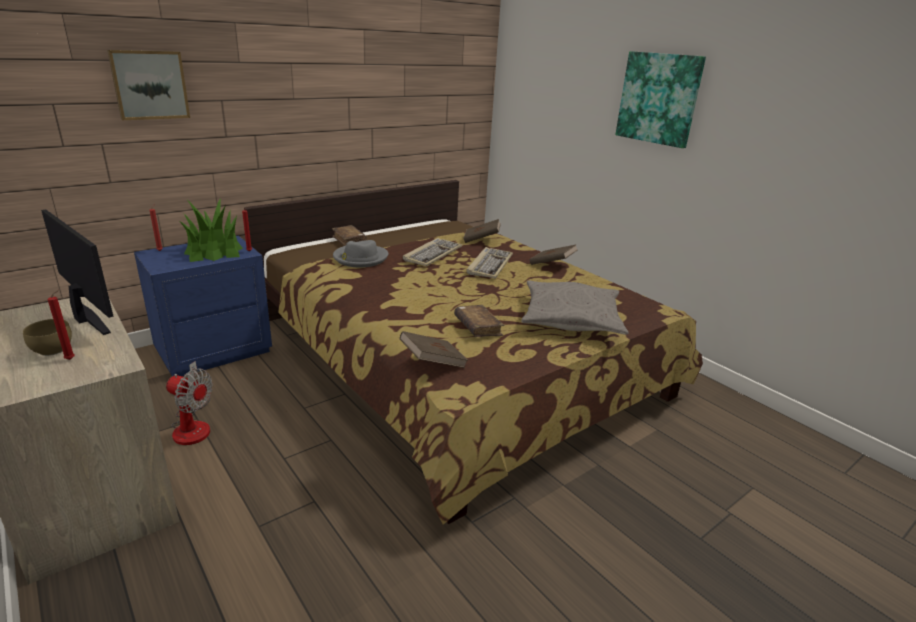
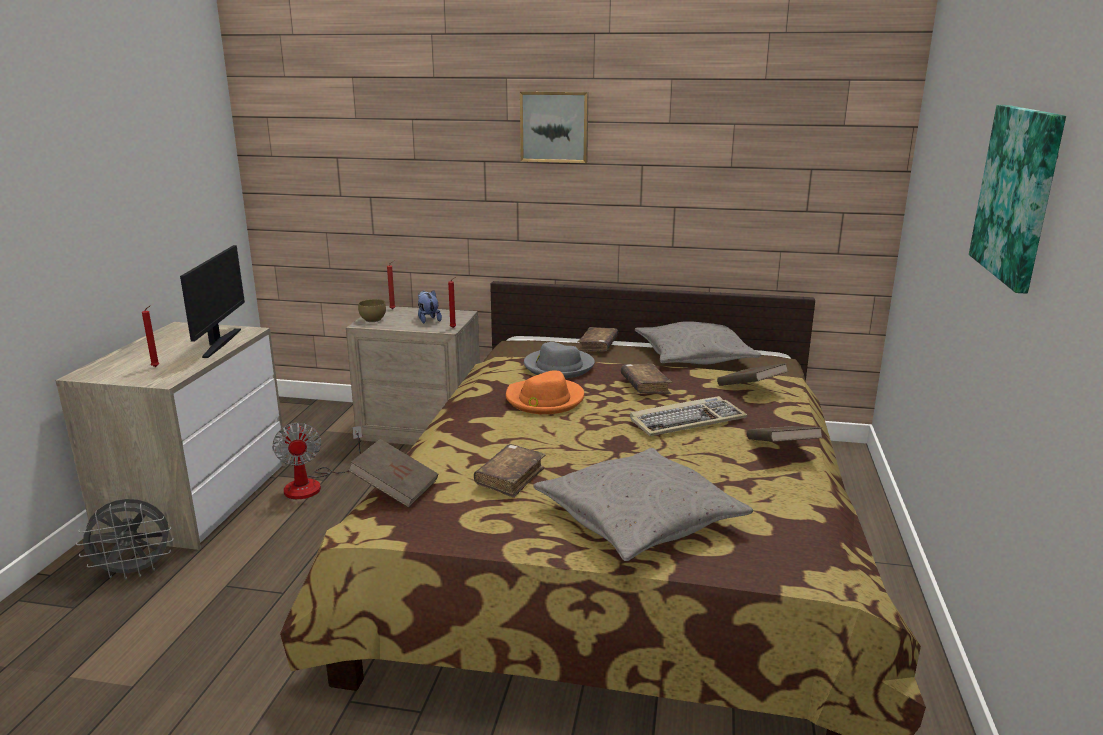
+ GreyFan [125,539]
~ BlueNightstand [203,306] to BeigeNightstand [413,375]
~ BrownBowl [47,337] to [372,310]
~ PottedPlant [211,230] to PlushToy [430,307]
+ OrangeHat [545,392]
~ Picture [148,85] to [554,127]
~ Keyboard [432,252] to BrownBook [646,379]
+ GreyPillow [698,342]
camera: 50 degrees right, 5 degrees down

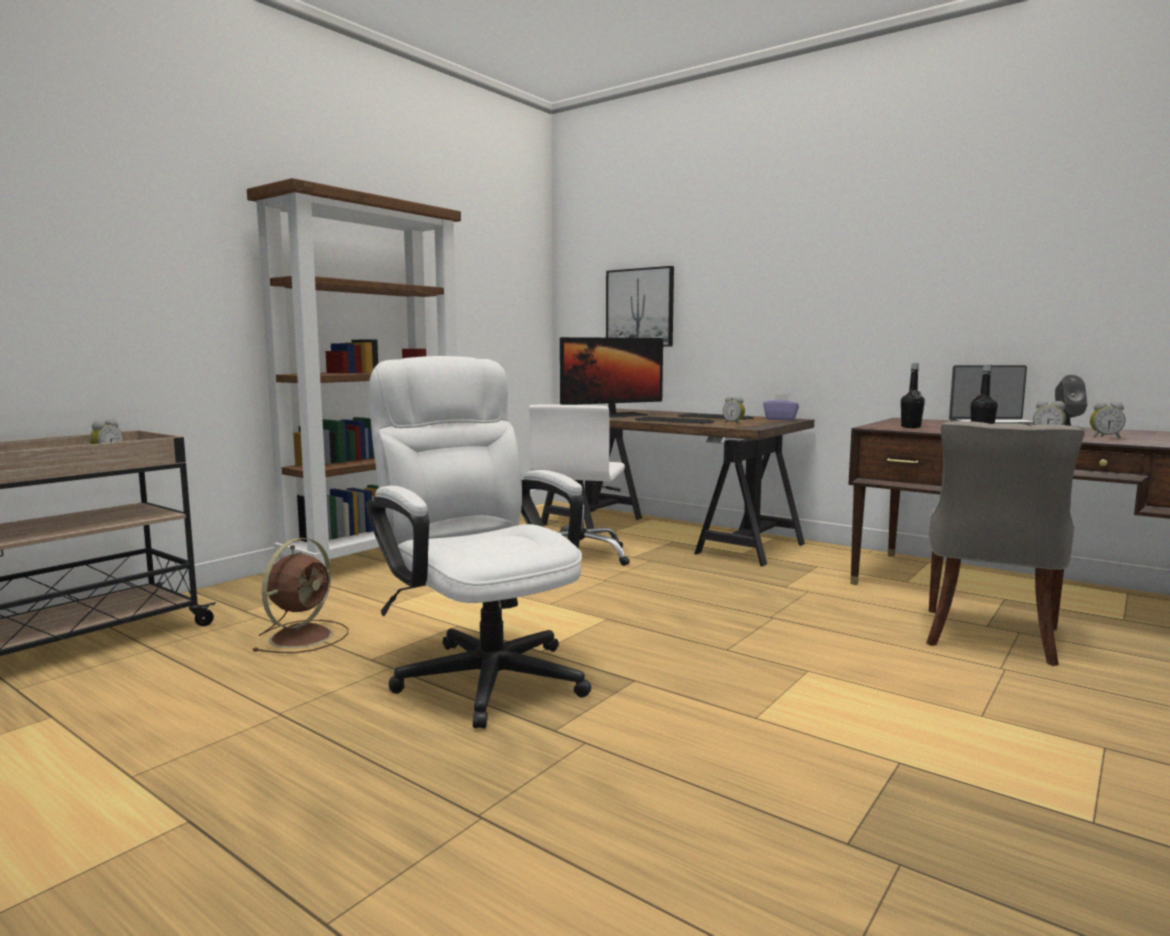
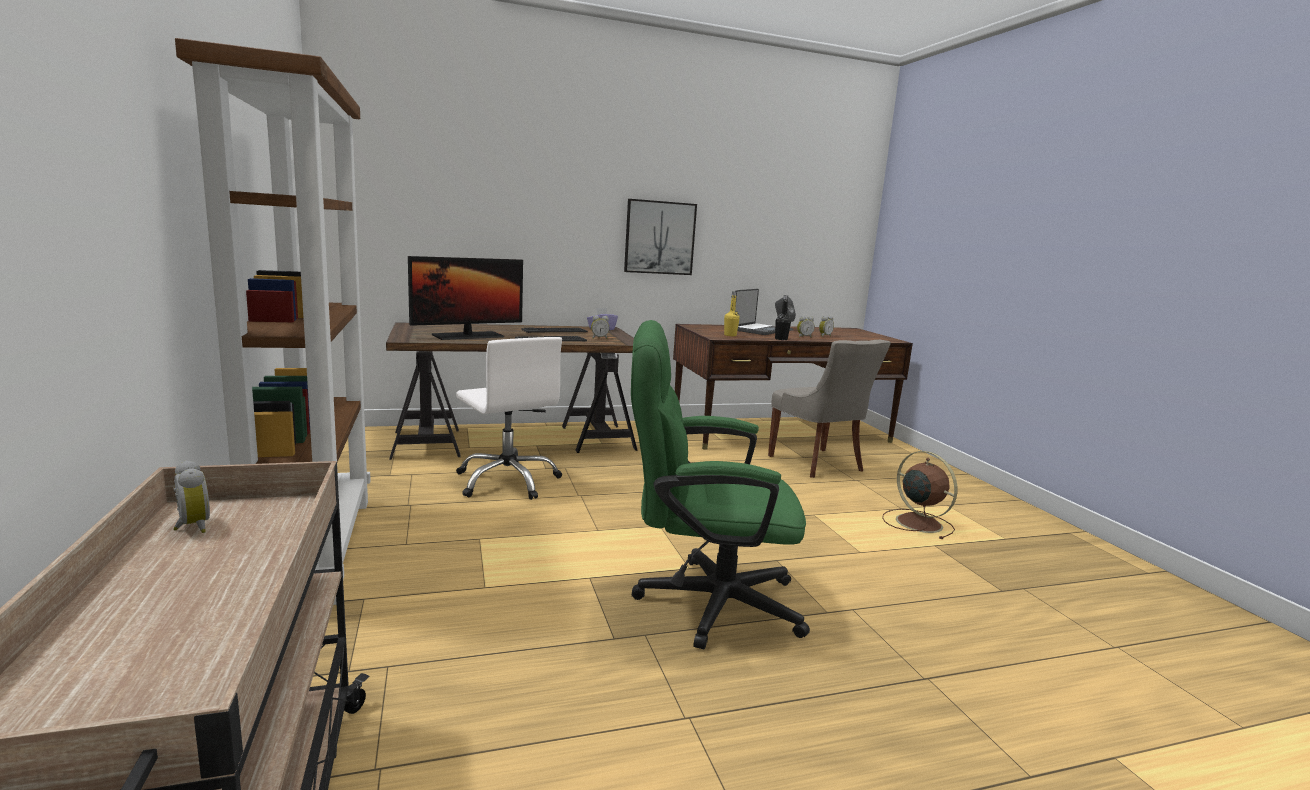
~ Monitor [611,377] = [465,298] 45 degrees clockwise
~ Picture [640,306] to [660,237]
~ WhiteOfficeChair [479,542] to GreenOfficeChair [720,485]
~ BlackBottle [913,395] to YellowBottle [732,313]
~ BrownFan [300,595] to [919,495]
camera: 55 degrees left, 5 degrees up

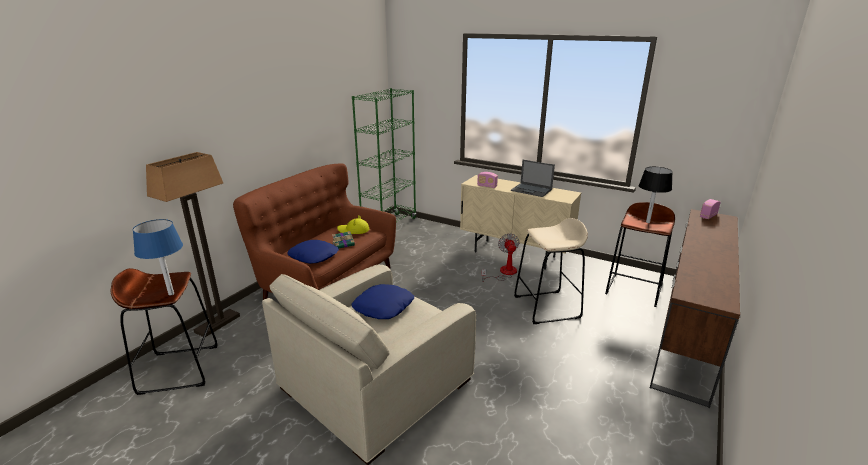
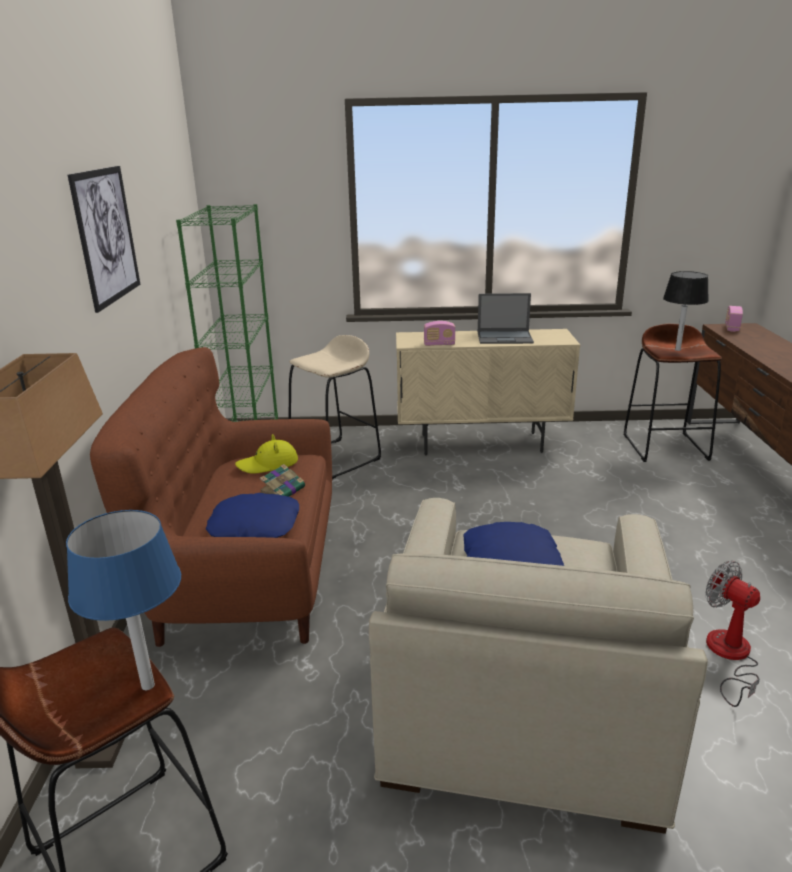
+ Picture [104,239]
~ BeigeStool [551,271] to [335,407]
~ Fan [500,257] to [733,634]
camera: 30 degrees left, 0 degrees up

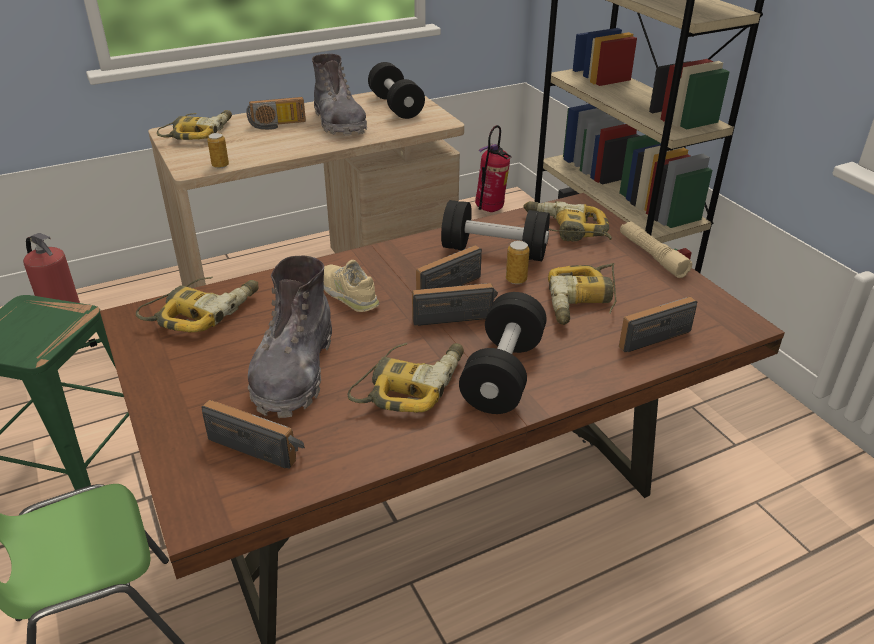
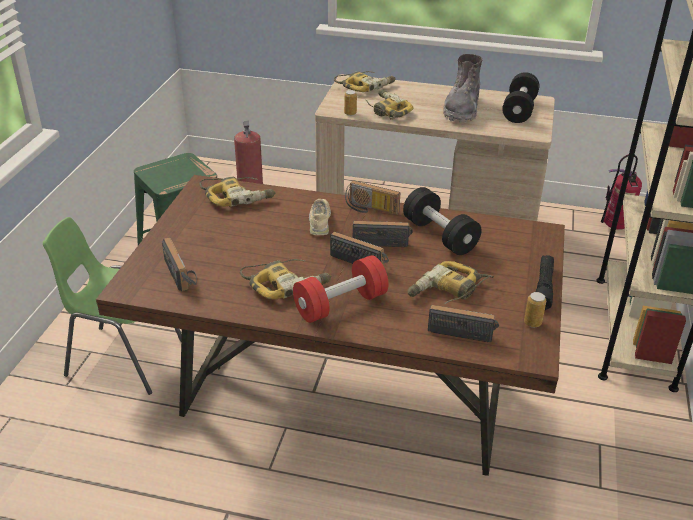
~ BlackDumbbell [503,353] to RedDumbbell [341,289]
~ Radio [276,113] to [372,197]
~ PowerDrill [567,221] to [389,104]
~ Can [518,262] to [535,309]
~ BeigeFlashlight [656,250] to BlackFlashlight [545,282]
- GreyBoot [290,337]
camera: 40 degrees right, 0 degrees up

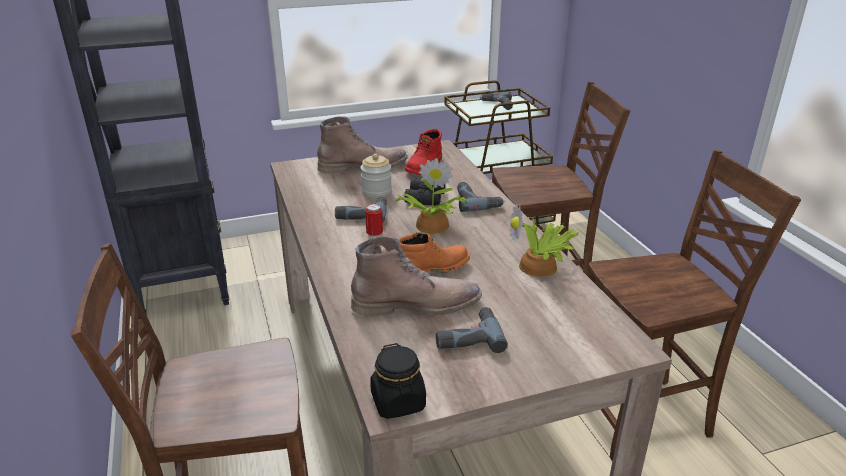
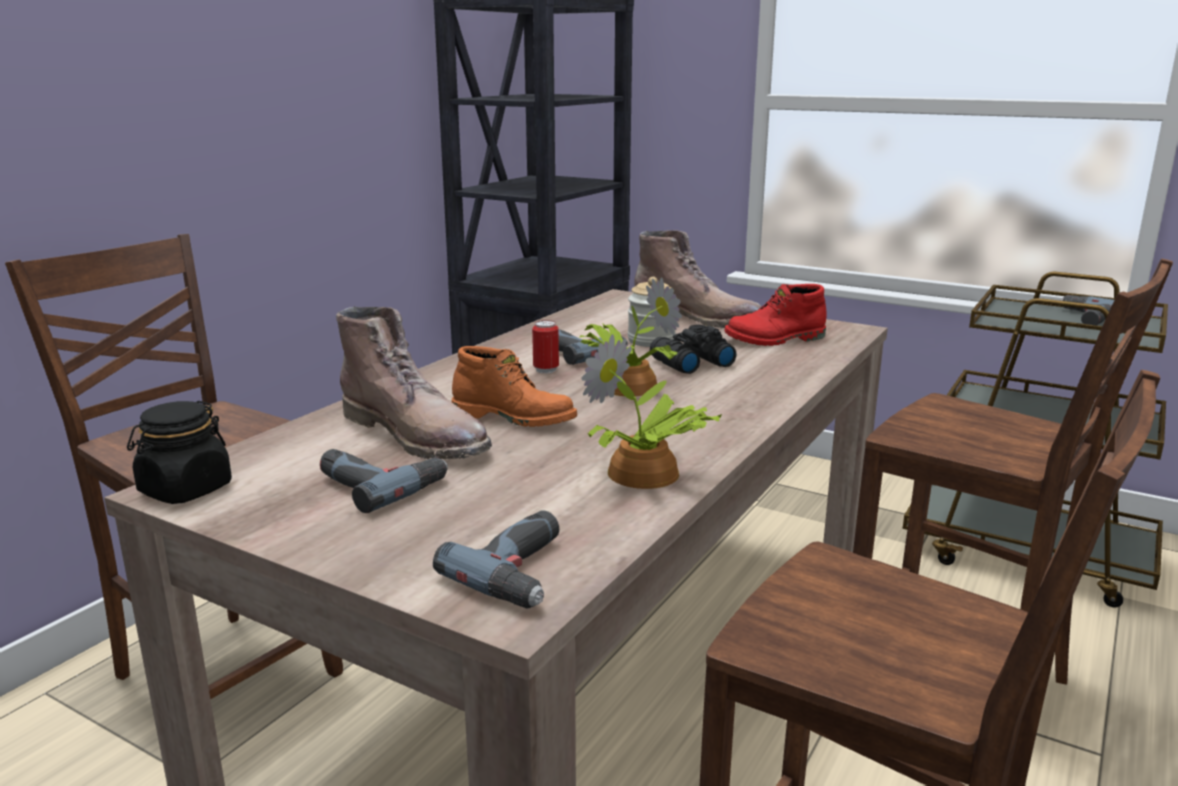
~ PowerDrill [481,197] to [496,559]
camera: 50 degrees right, 10 degrees down

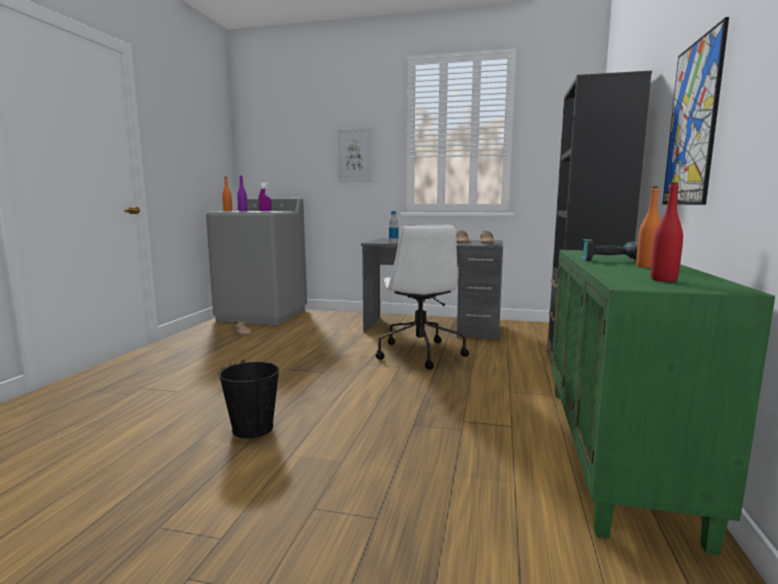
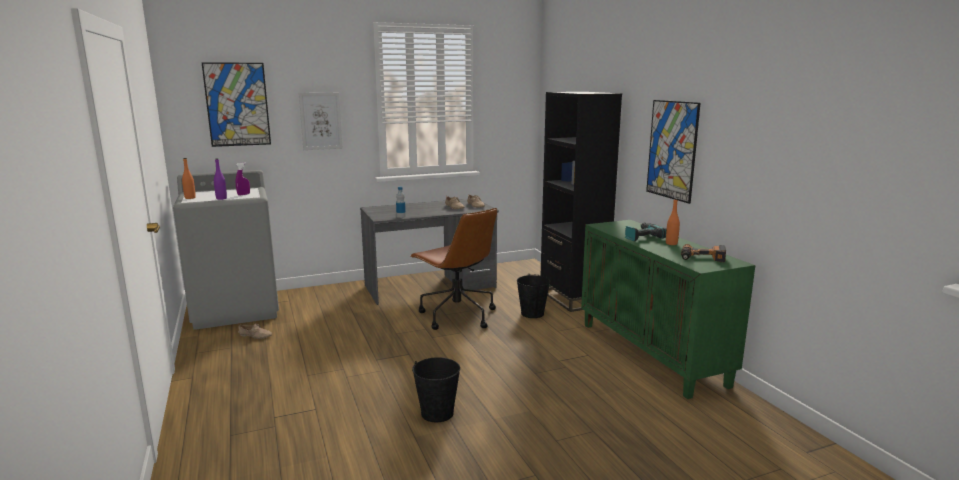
+ Picture [236,104]
~ WhiteOfficeChair [422,296] to BrownOfficeChair [453,269]
+ BlackBucket [534,295]
~ RedBottle [667,232] to PowerDrill [703,253]
camera: 35 degrees left, 5 degrees up

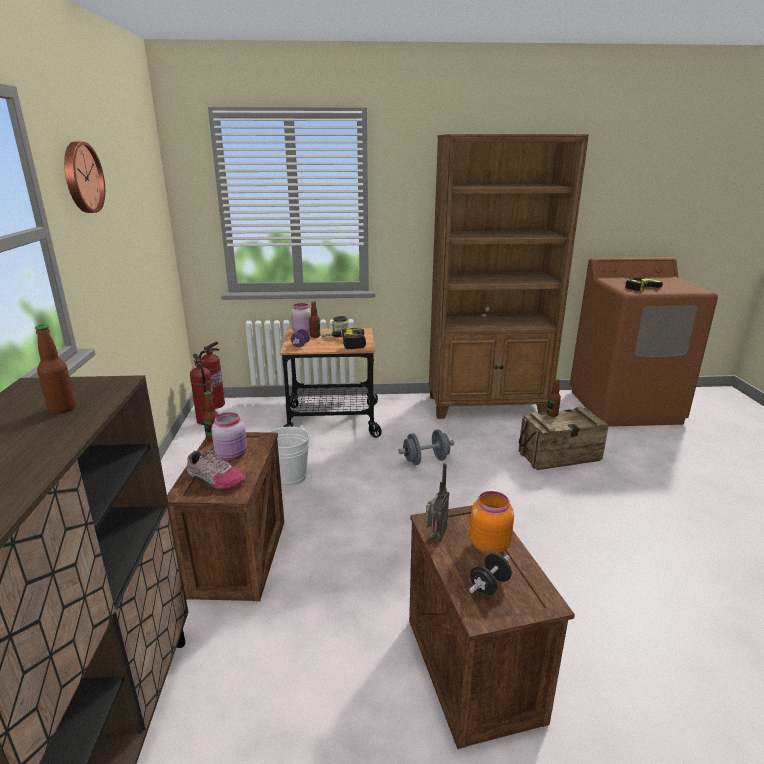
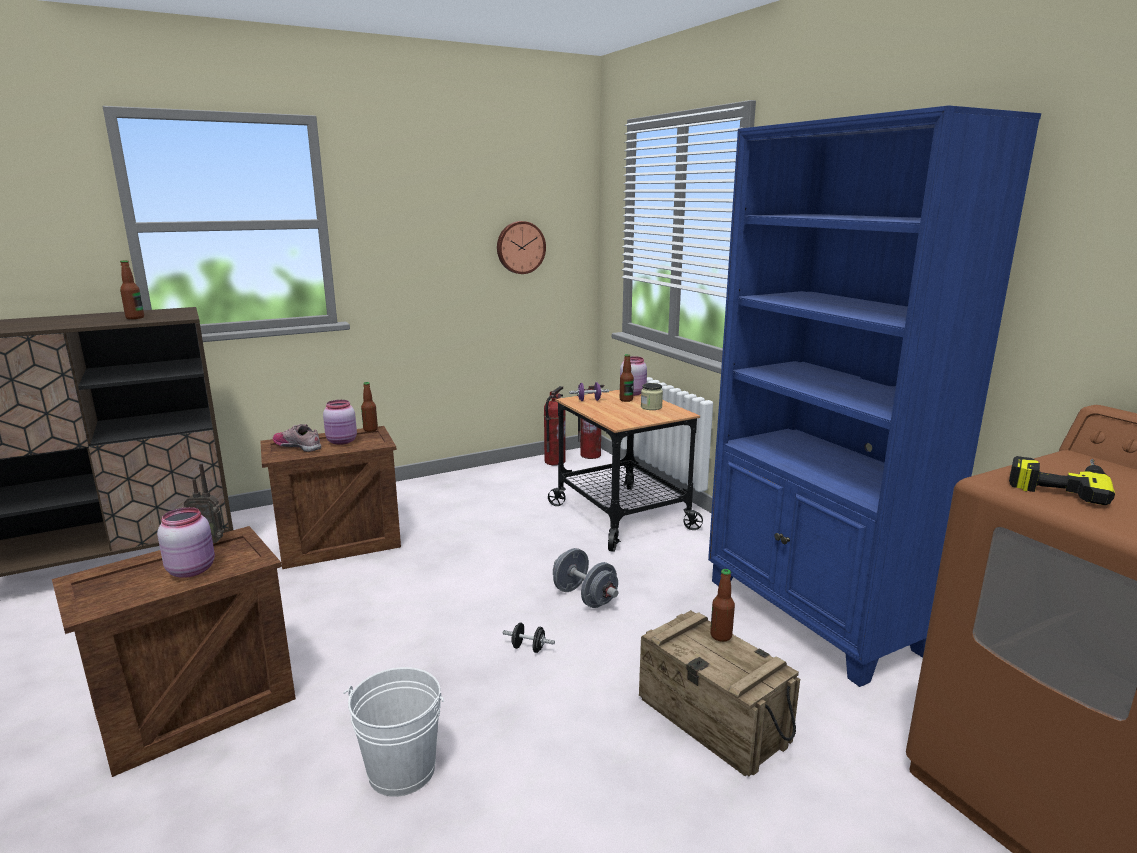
~ OrangeJar [492,522] to PinkJar [186,542]
~ Shoe [216,469] = [297,438] 120 degrees clockwise
~ WhiteBucket [289,456] to [394,732]
~ WallClock [84,177] to [521,247]
~ BlackDumbbell [490,574] to [529,638]
~ BrownBookcase [509,276] to BlueBookcase [874,396]
- PowerDrill [344,338]
camera: 65 degrees right, 5 degrees down

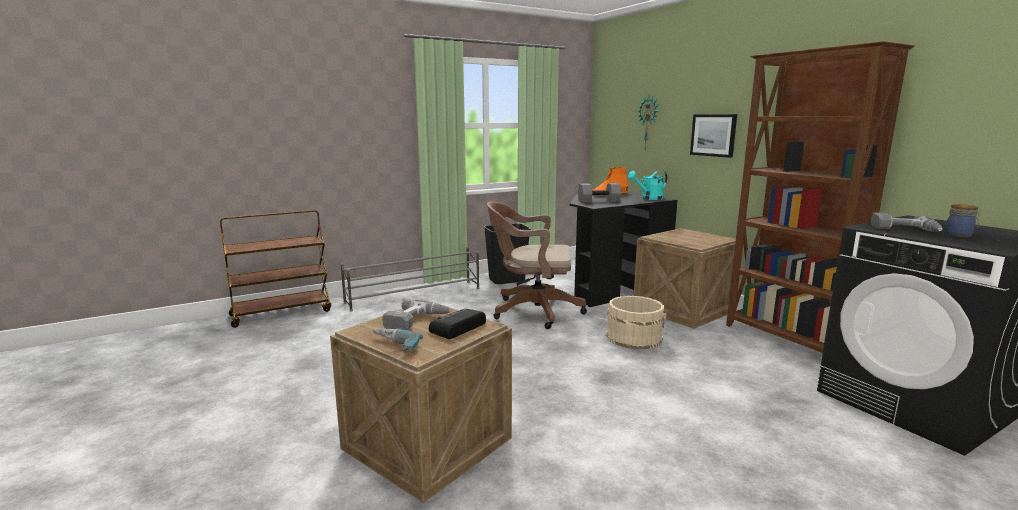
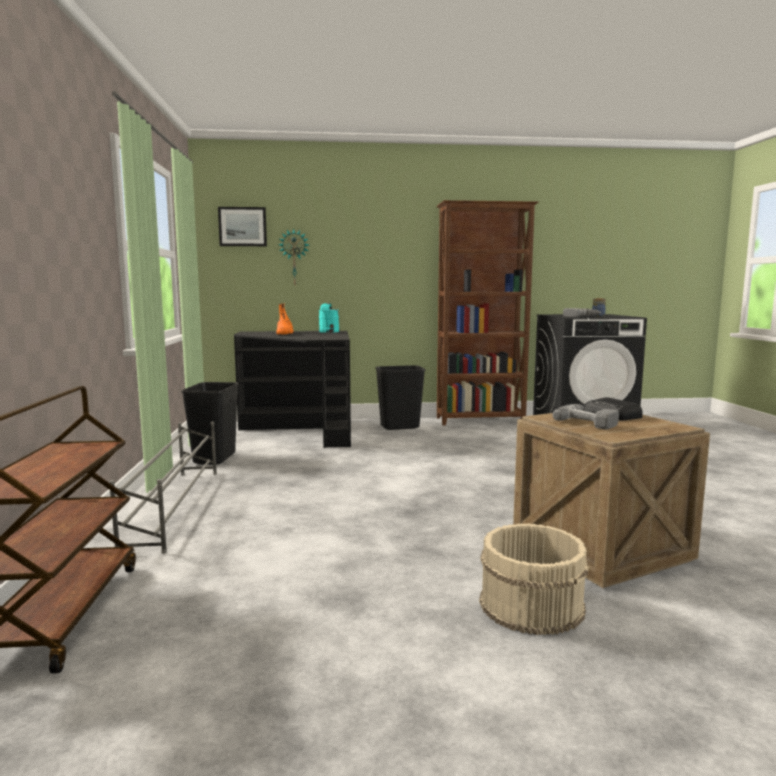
~ Picture [713,136] to [242,226]
~ Crate [688,278] to BlackTrashCan [400,397]
~ BeigeBucket [636,322] to [533,579]
- PowerDrill [397,340]
- BrownOfficeChair [537,265]
- GreyDumbbell [599,193]
camera: 65 degrees left, 5 degrees down

